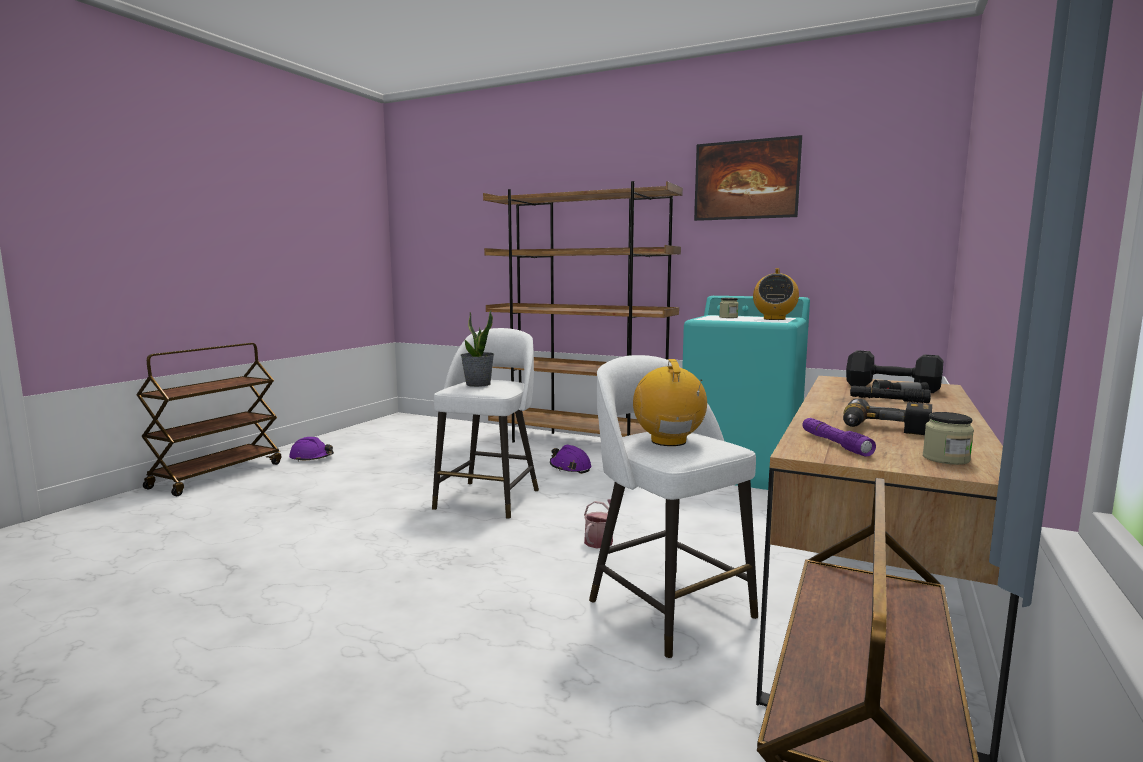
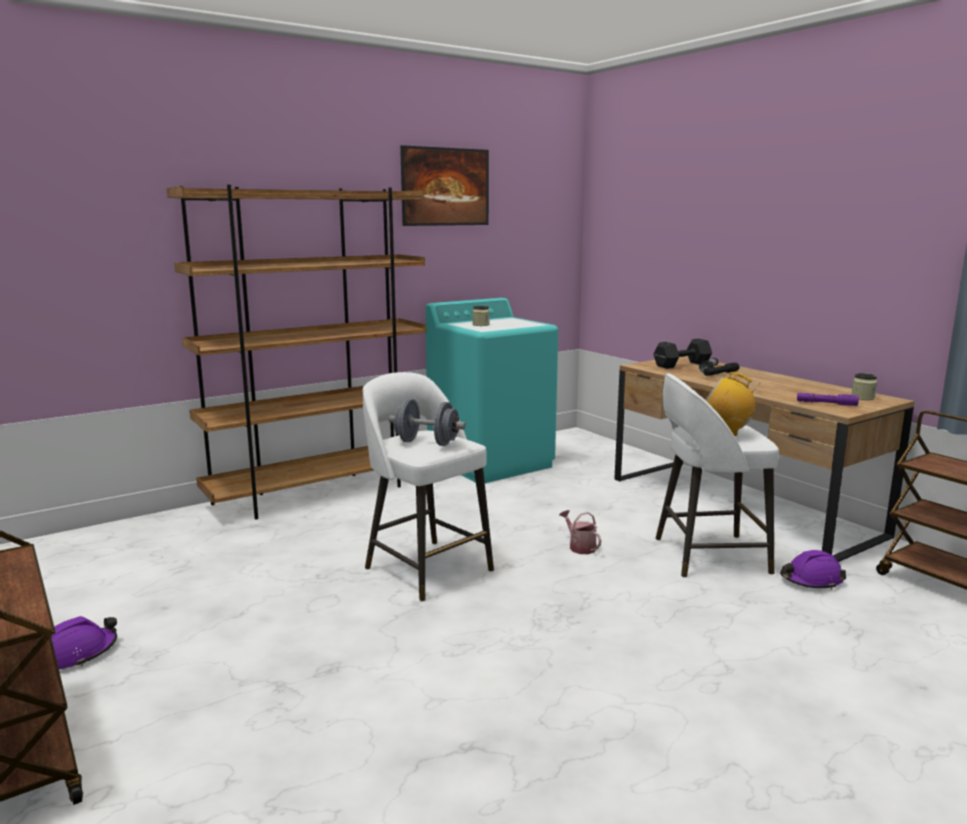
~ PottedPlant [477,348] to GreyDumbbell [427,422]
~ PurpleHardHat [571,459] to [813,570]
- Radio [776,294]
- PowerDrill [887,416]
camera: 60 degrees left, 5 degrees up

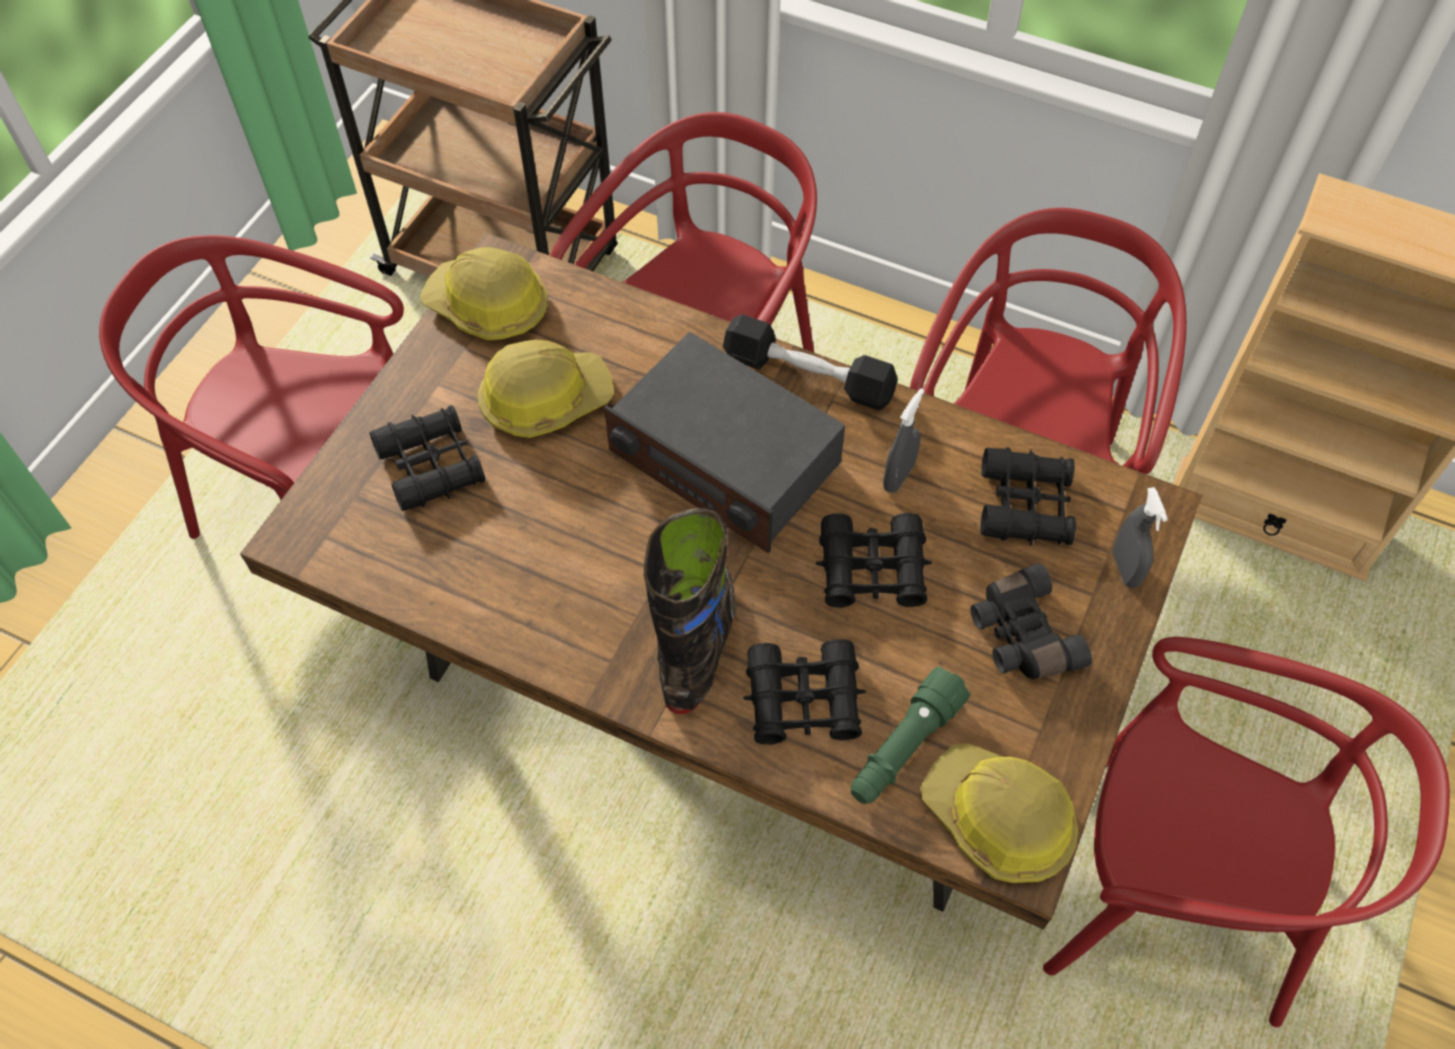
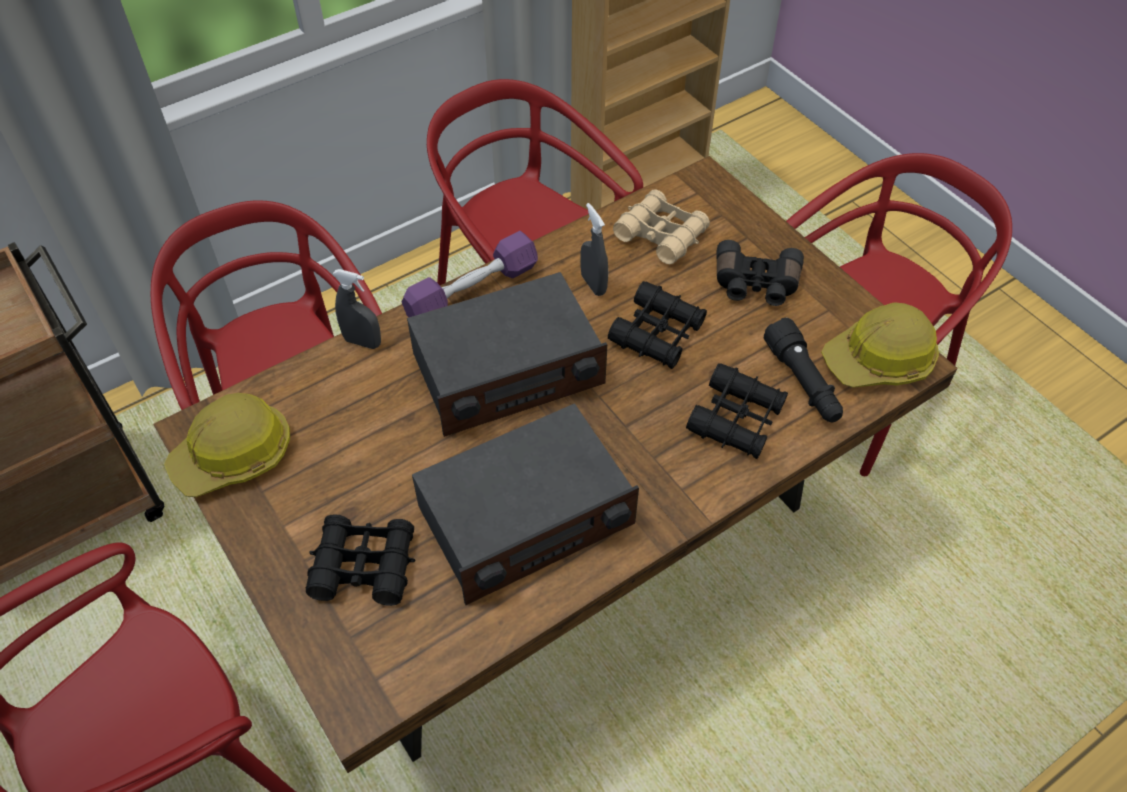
~ GreySprayBottle [1140,537] to [357,309]
~ BlackDumbbell [810,362] to PurpleDumbbell [470,274]
+ Radio [525,504]
~ BlackBinoculars [1028,496] to BeigeBinoculars [661,226]
~ GreenFlashlight [910,735] to BlackFlashlight [803,370]
- HardHat [546,389]
- BlackBoot [690,611]
camera: 60 degrees left, 5 degrees down

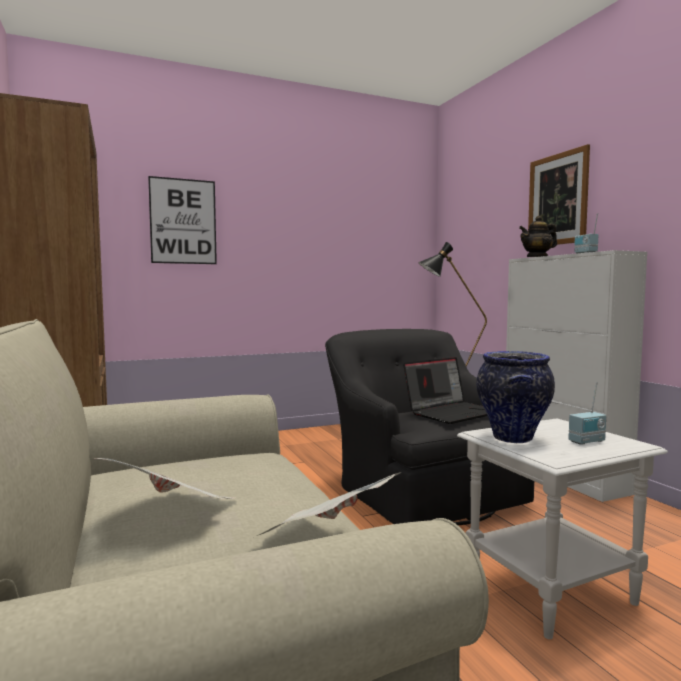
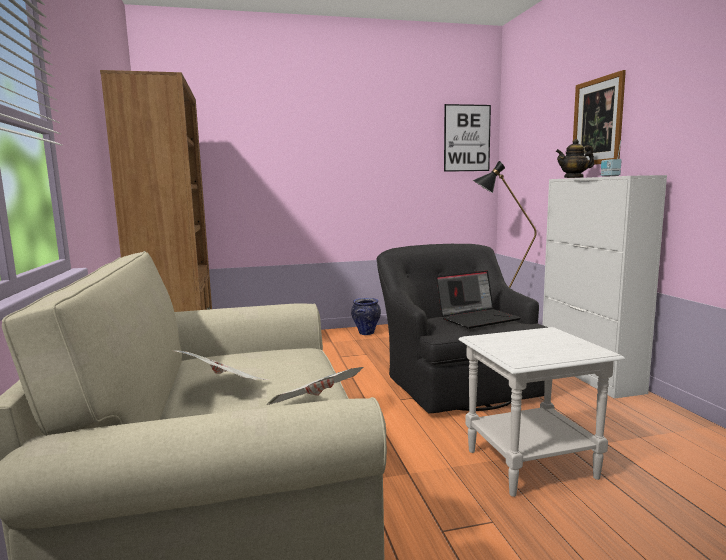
~ Vase [515,397] to [366,316]
~ Picture [182,220] to [467,138]
- Radio [587,413]
camera: 10 degrees right, 5 degrees up

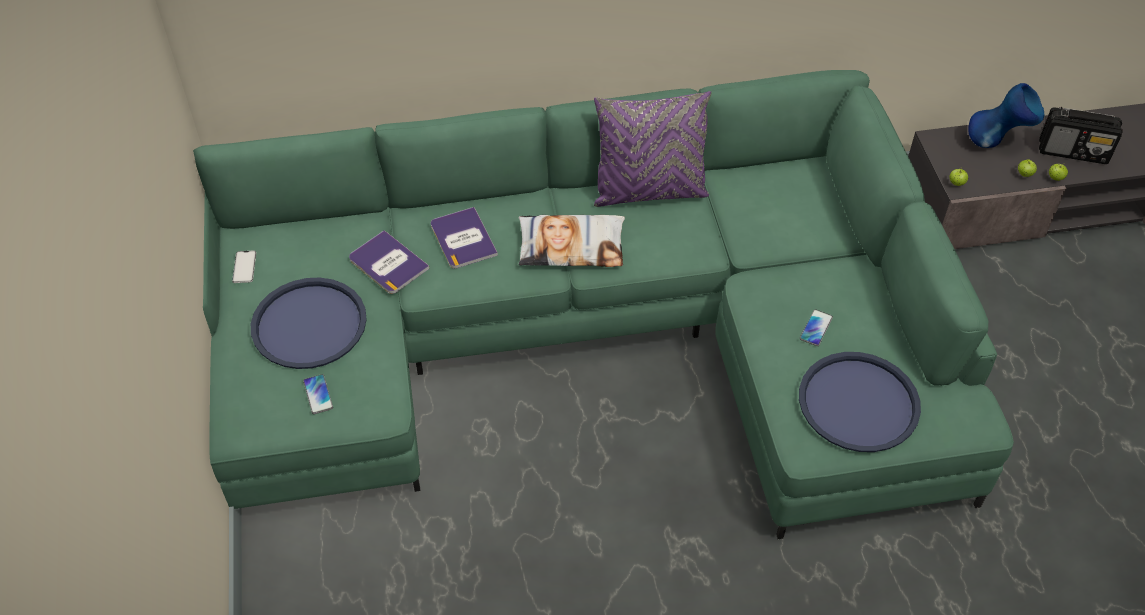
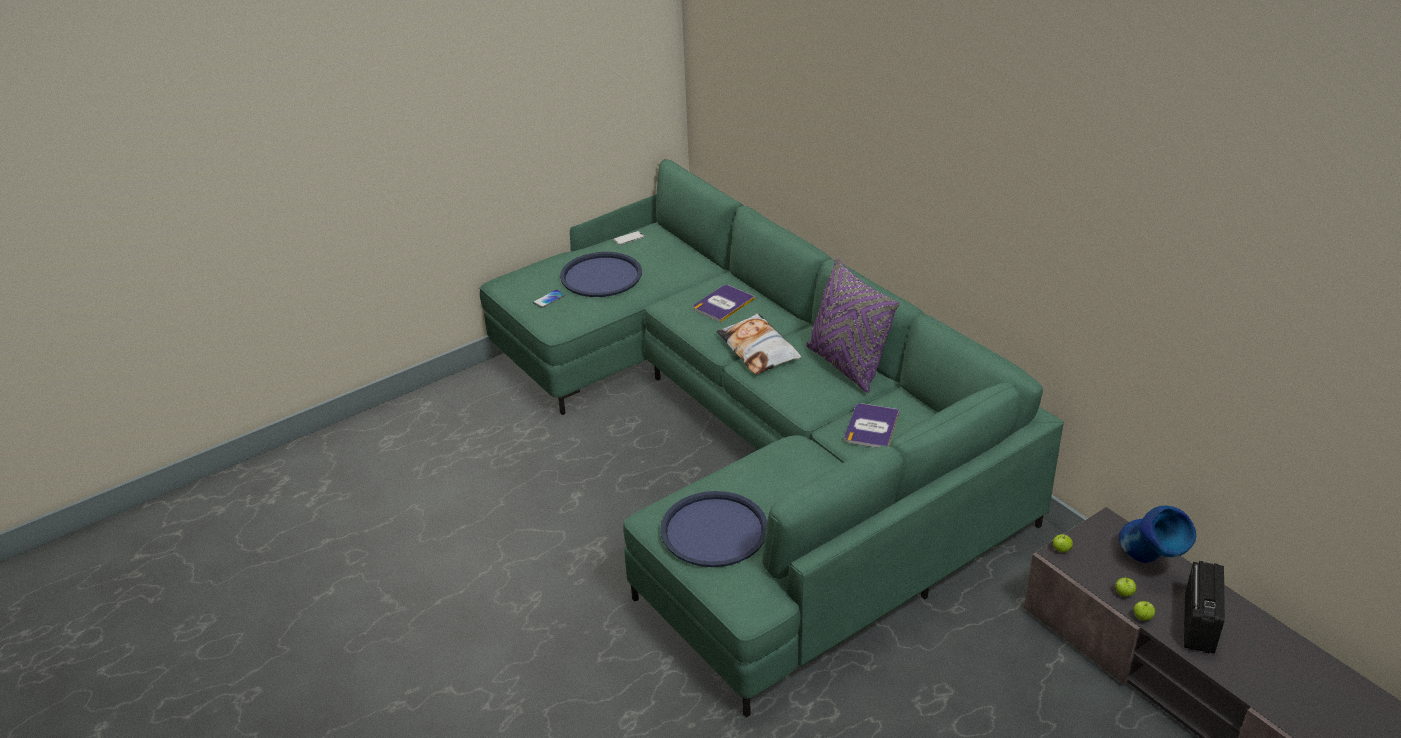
~ Book [389,262] to [872,425]
~ Radio [1081,135] = [1204,607] 150 degrees counterclockwise
- Phone [816,327]
camera: 65 degrees right, 15 degrees down

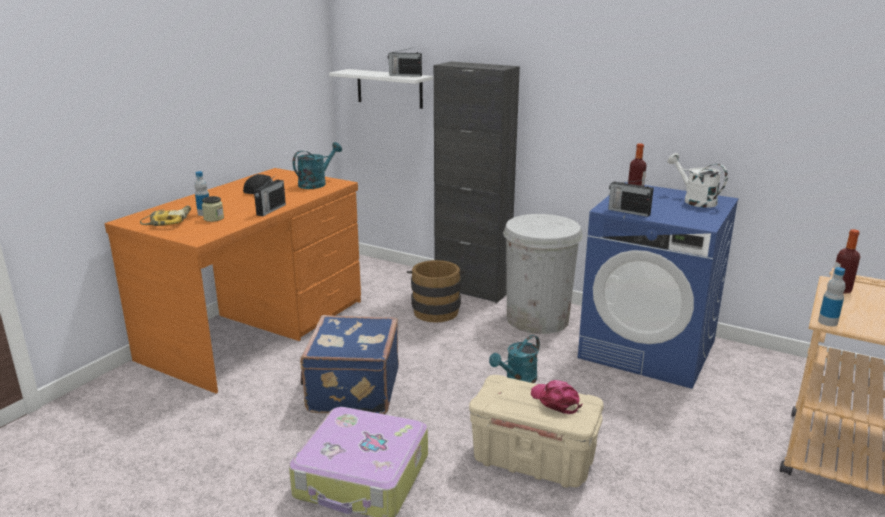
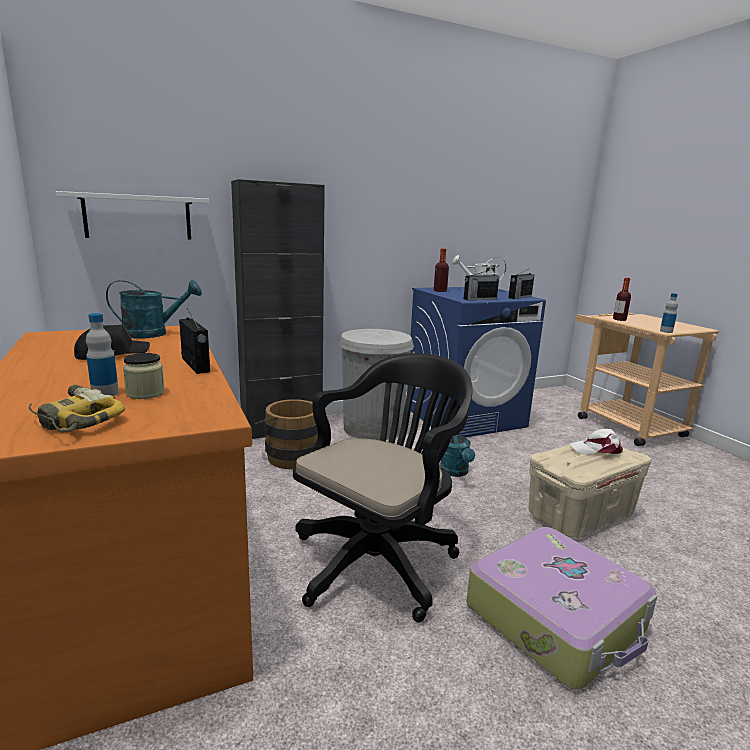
~ TurquoiseWateringCan [317,165] = [154,309] 90 degrees clockwise
~ BlueSuitcase [349,364] to BlackOfficeChair [383,487]
~ Radio [405,62] to [521,284]
~ PinkCap [557,397] to WhiteCap [596,442]
camera: 55 degrees left, 5 degrees down

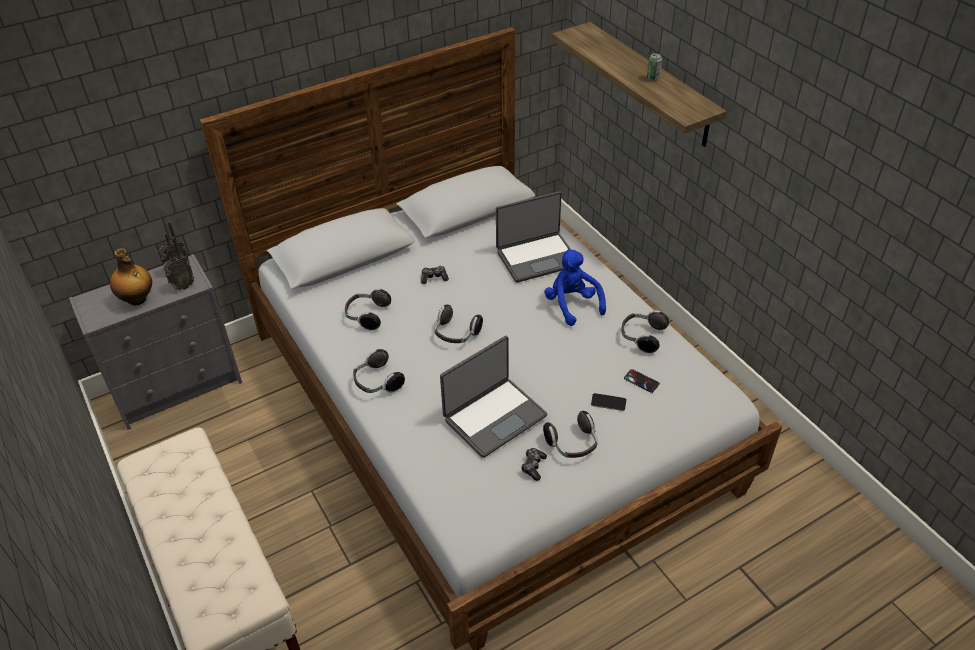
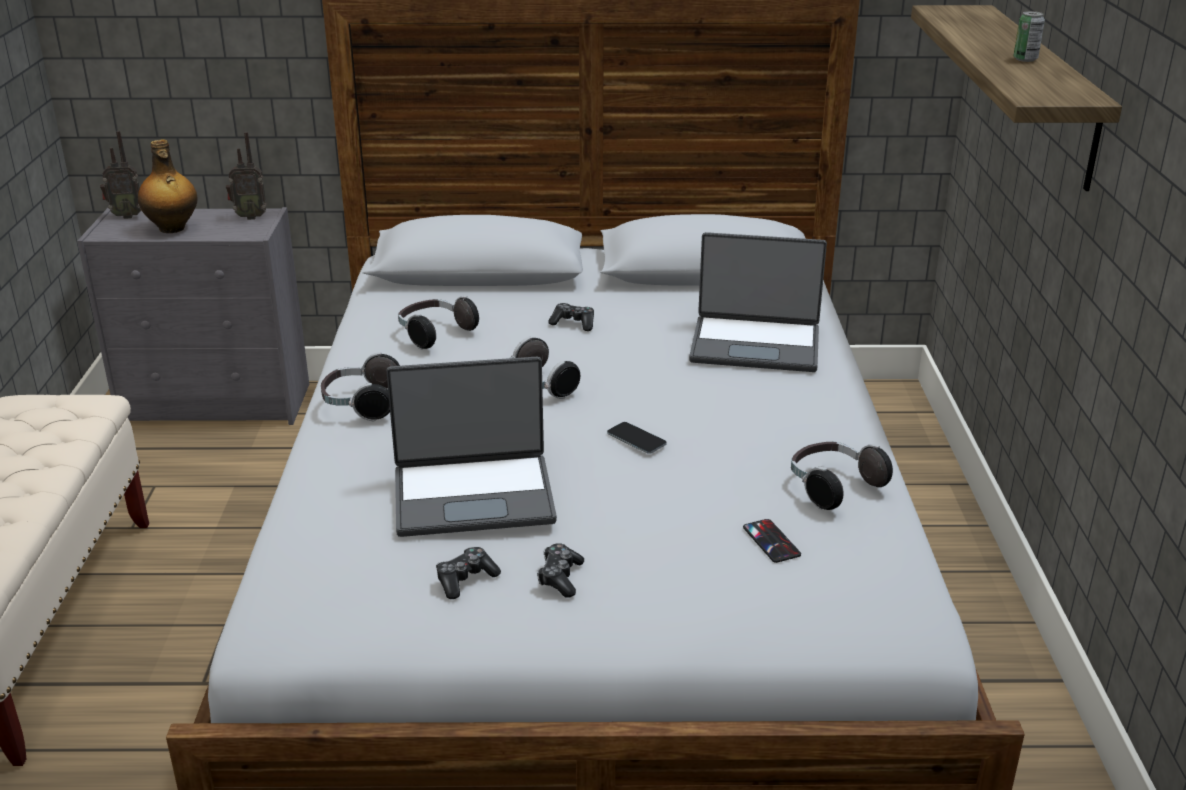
~ Radio [178,263] to [120,175]
~ Headphones [570,434] to GameController [560,570]
~ Phone [609,402] to [637,438]
- BluePlushToy [575,288]
camera: 30 degrees right, 15 degrees down

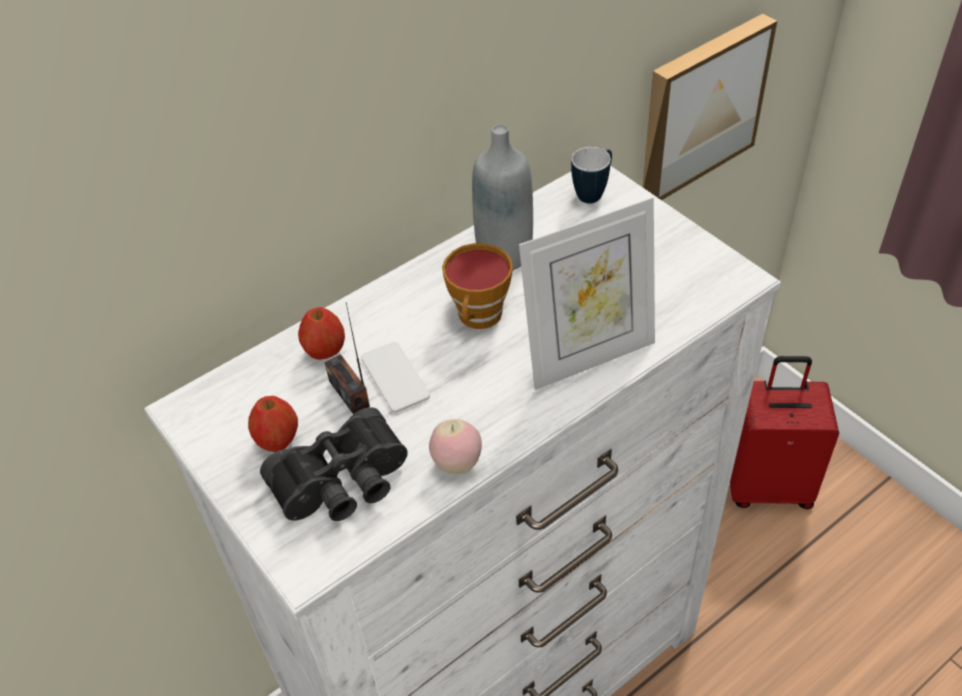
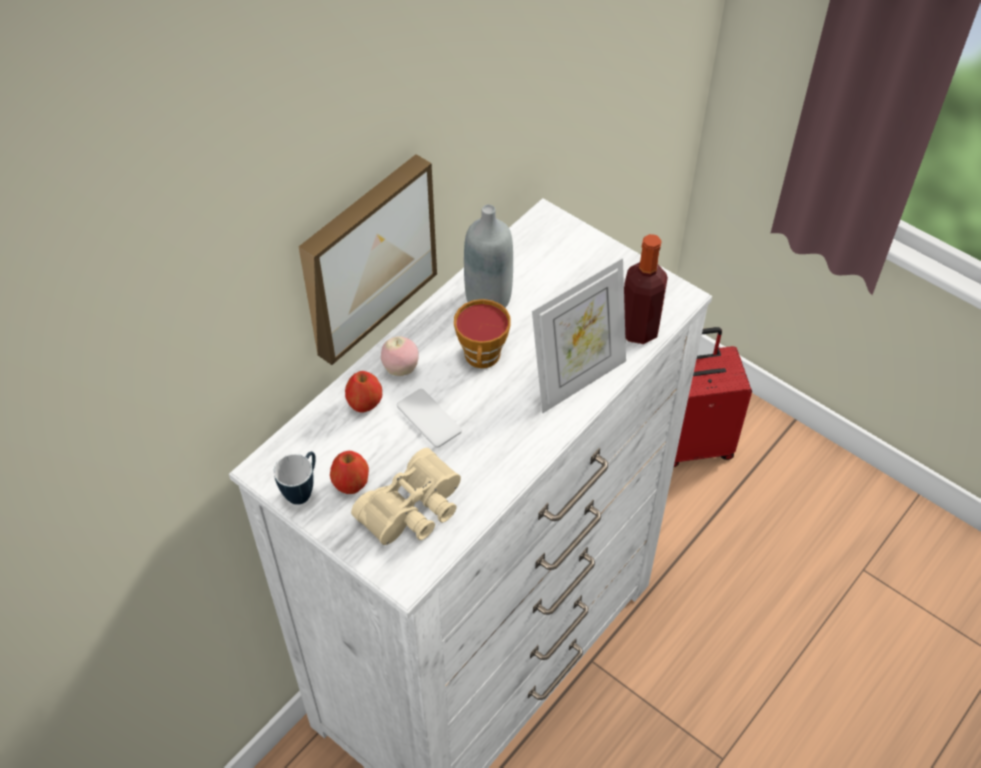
~ Mug [591,175] to [295,478]
~ Picture [709,107] to [368,259]
~ BlackBinoculars [334,464] to BeigeBinoculars [406,496]
~ Apple [455,446] to [400,356]
+ Bottle [646,289]
- Radio [347,358]
camera: 15 degrees left, 5 degrees up

